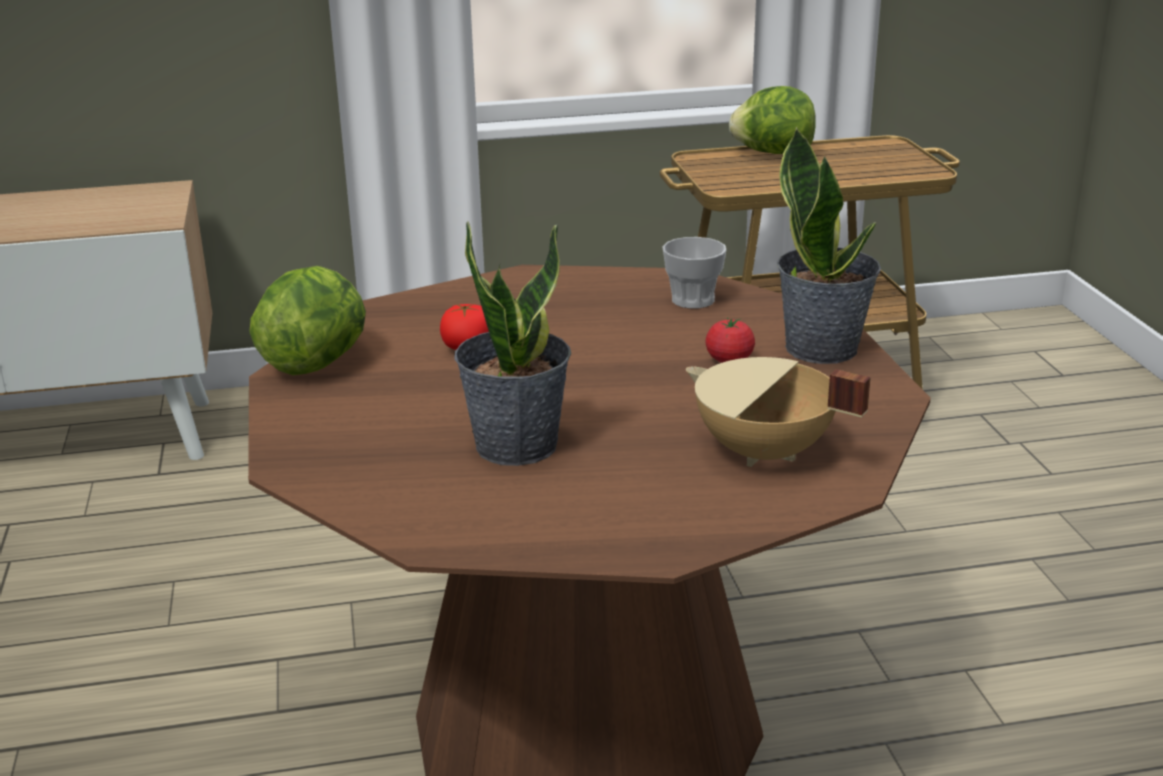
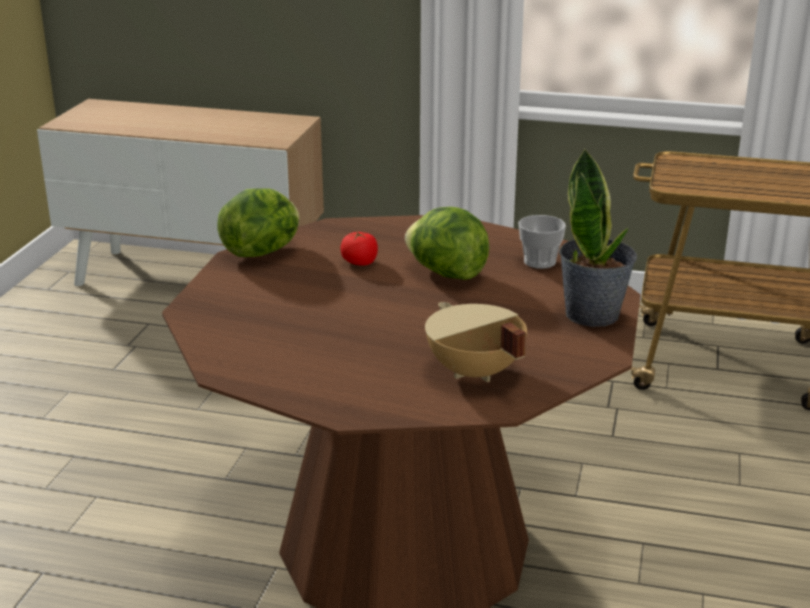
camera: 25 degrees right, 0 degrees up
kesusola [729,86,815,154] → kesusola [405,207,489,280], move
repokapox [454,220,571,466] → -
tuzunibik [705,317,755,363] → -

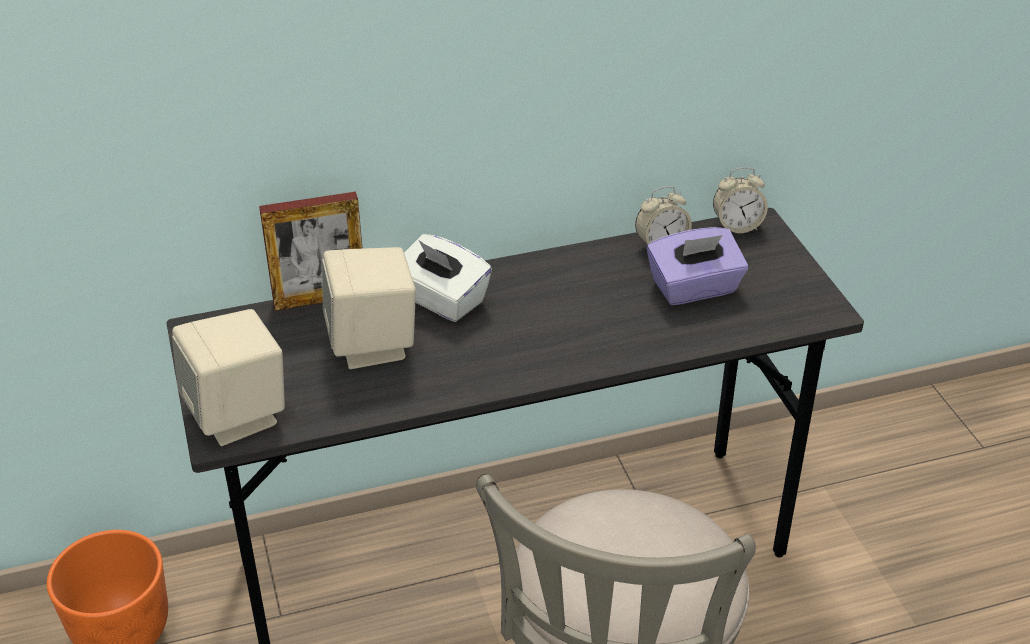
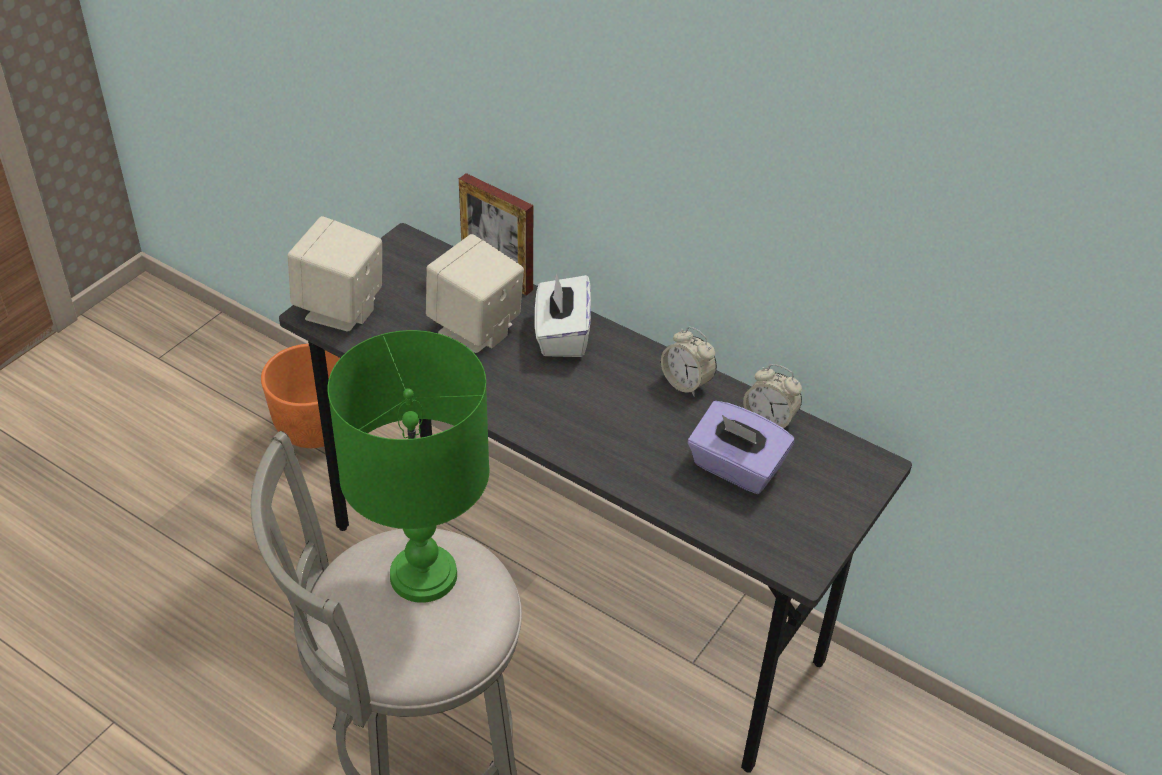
camera: 50 degrees right, 5 degrees up
- → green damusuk [328,330,490,603]
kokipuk [713,167,768,233] → kokipuk [661,327,717,397], move

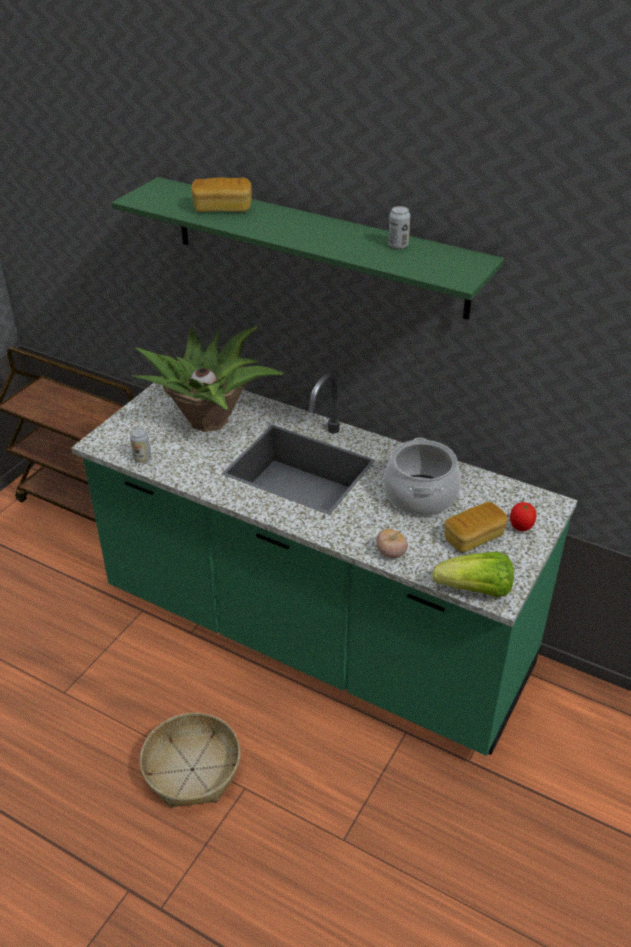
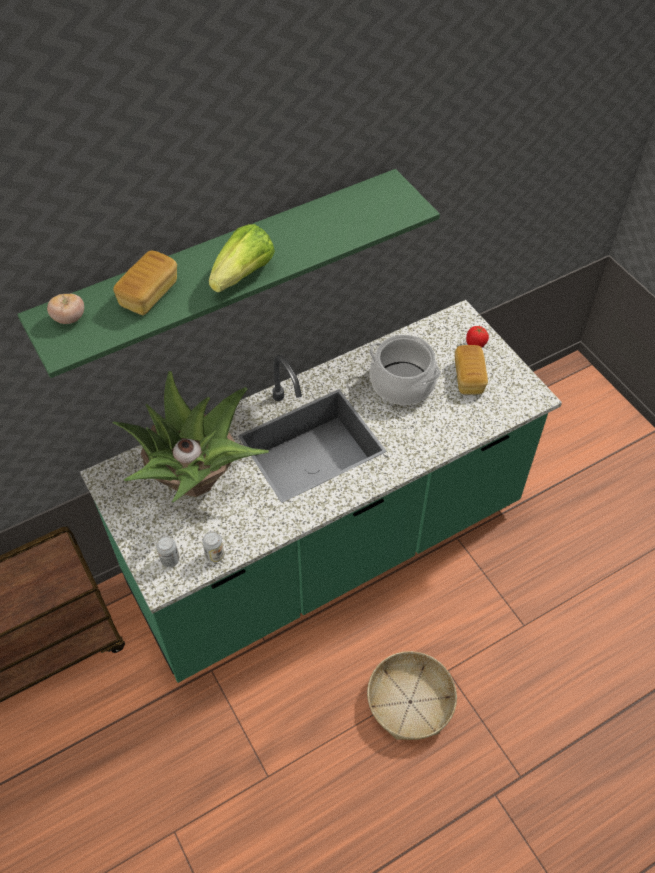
camera: 60 degrees left, 15 degrees up
tuzunibik [376,529,408,558] → tuzunibik [47,294,84,324], move
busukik [388,206,411,249] → busukik [156,536,179,568], move
kesusola [432,552,514,597] → kesusola [209,224,275,292], move

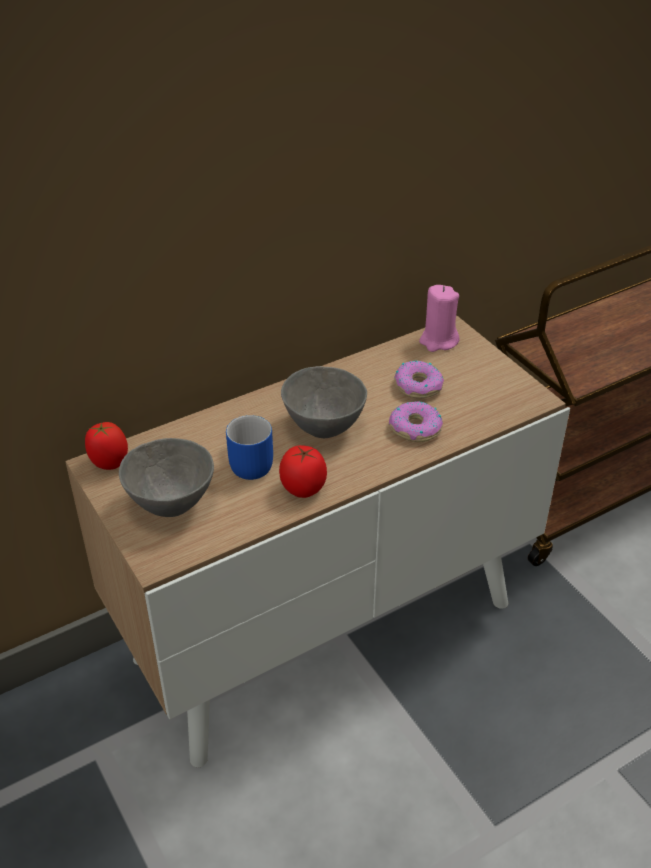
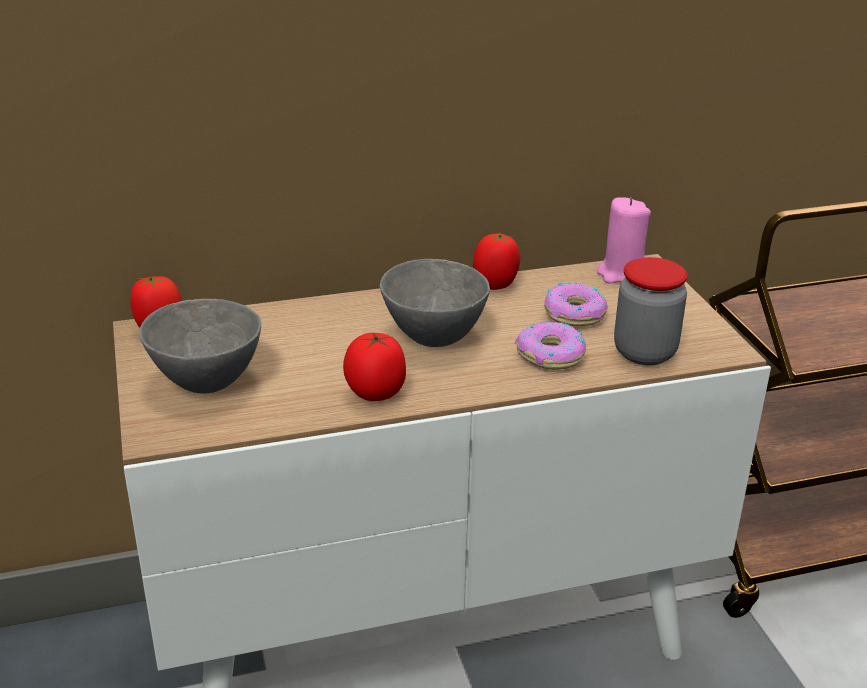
camera: 15 degrees right, 10 degrees down
- → tuzunibik [473,233,520,290]
- → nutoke [614,257,687,365]
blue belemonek [226,415,273,480] → -

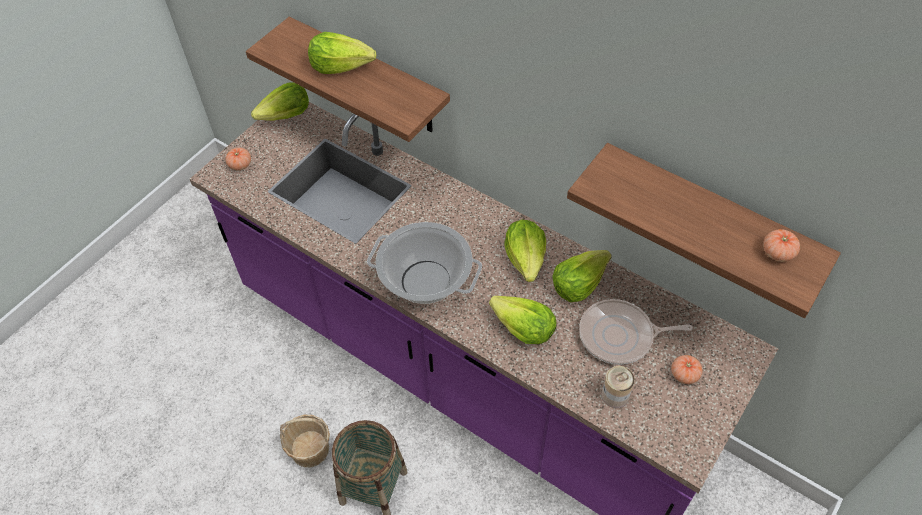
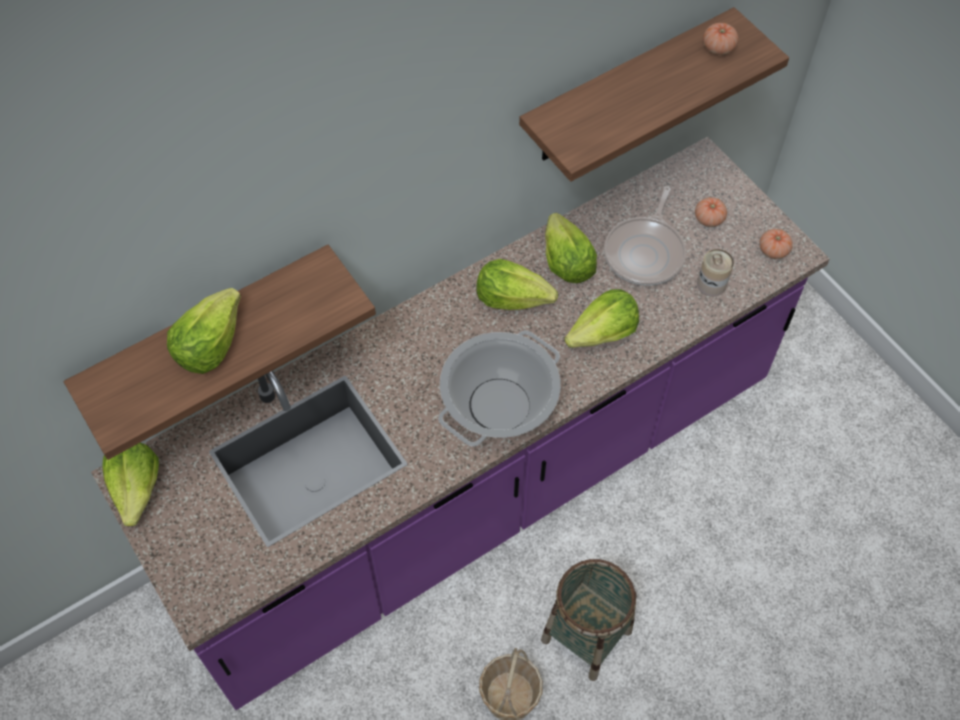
camera: 70 degrees left, 5 degrees up
tuzunibik [226,147,251,171] → tuzunibik [760,229,793,259], move

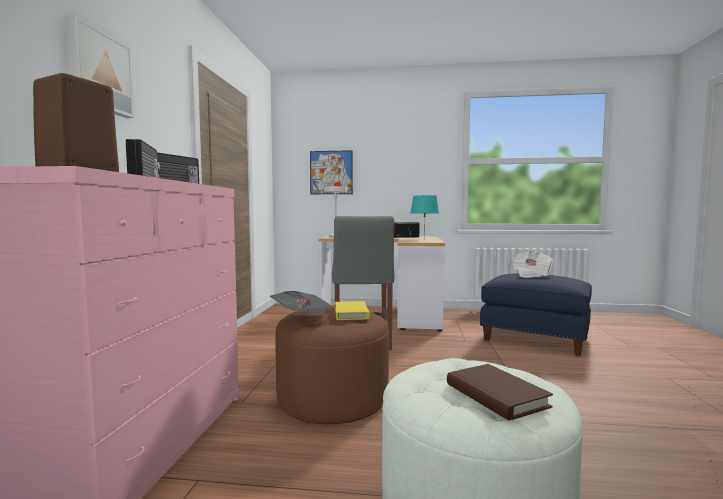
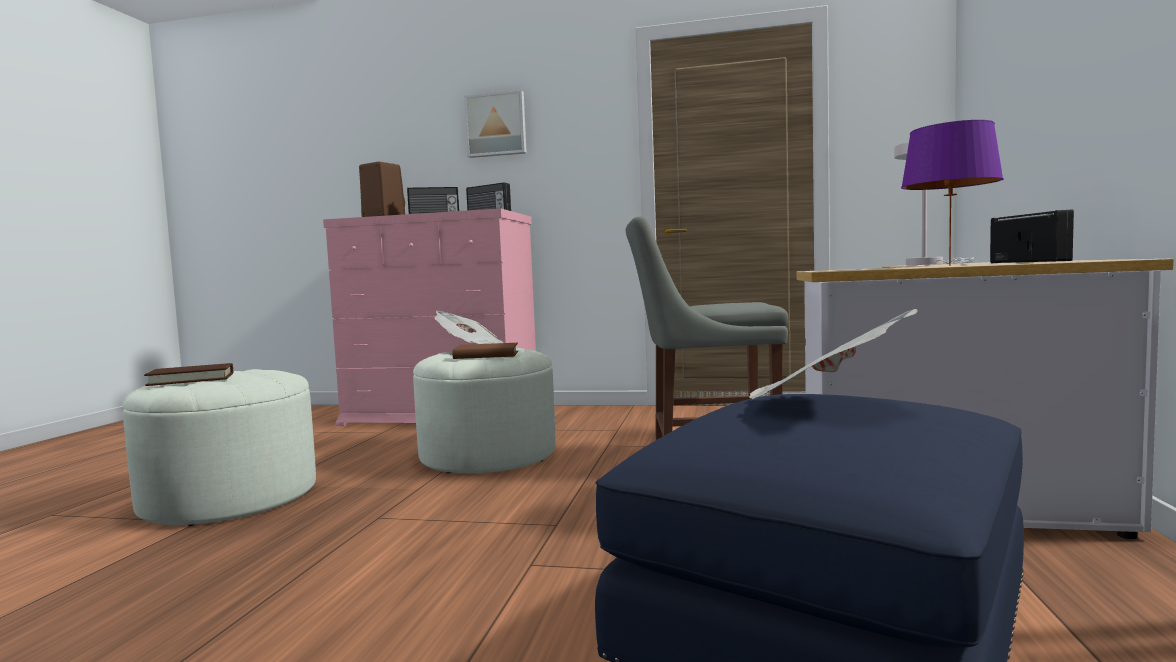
camera: 95 degrees right, 0 degrees up
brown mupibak [275,307,389,424] → white mupibak [413,348,556,473]
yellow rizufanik [335,301,370,320] → brown rizufanik [452,343,518,359]
turquoise damusuk [411,195,439,239] → purple damusuk [901,120,1004,266]
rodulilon [310,150,353,194] → -

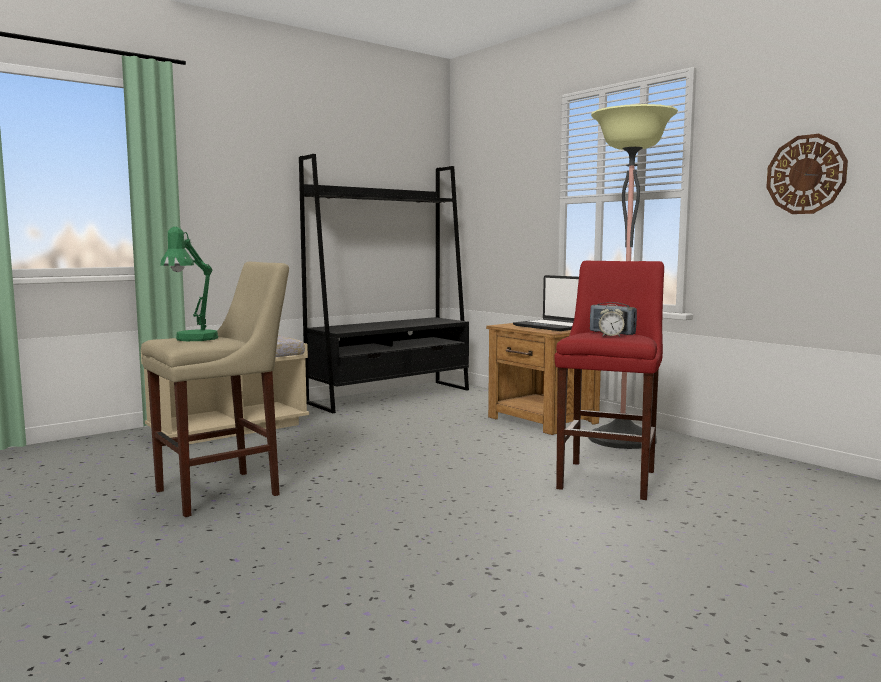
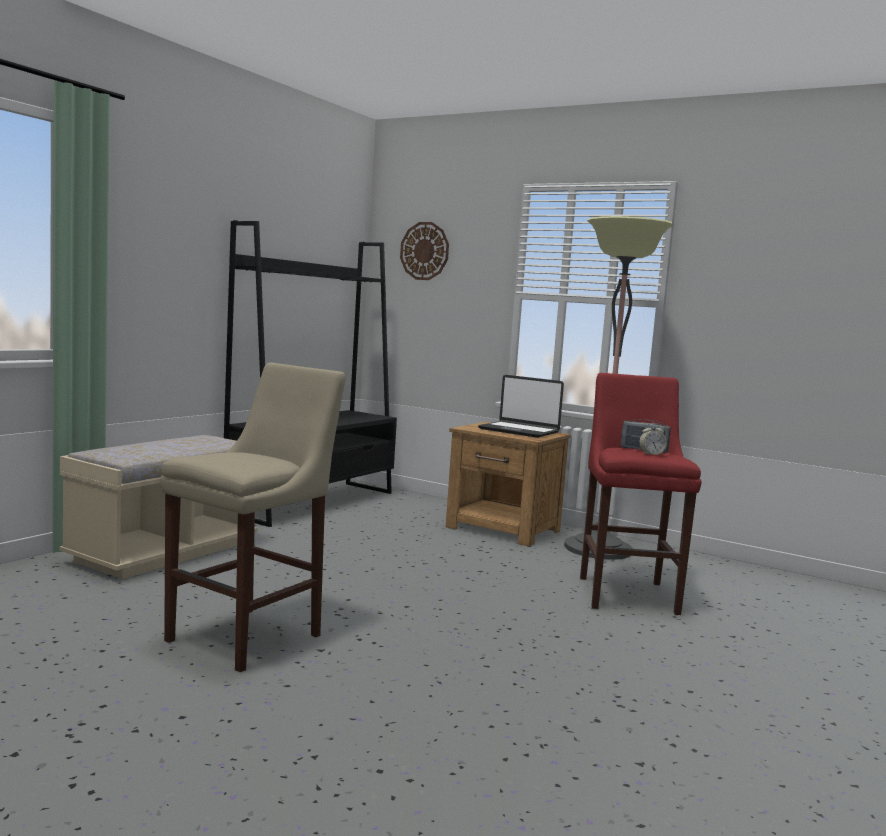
camera: 20 degrees left, 0 degrees up
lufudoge [766,134,848,214] → lufudoge [400,222,449,280], move
green damusuk [160,227,218,341] → -

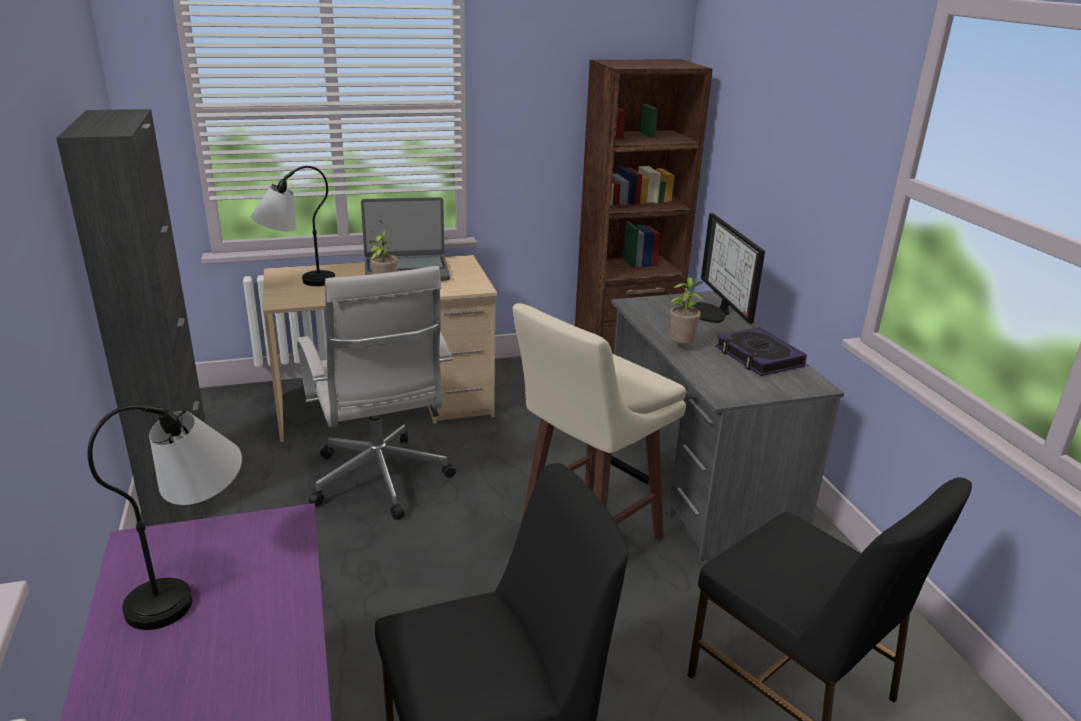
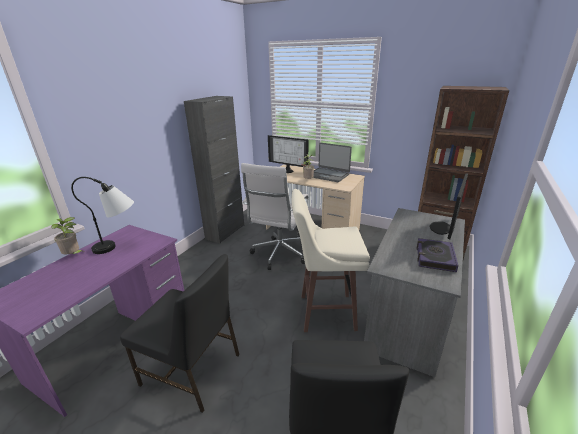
camera: 45 degrees right, 0 degrees up
repokapox [669,277,703,343] → repokapox [51,217,82,254], move
damusuk [251,166,335,286] → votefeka [268,135,308,173]

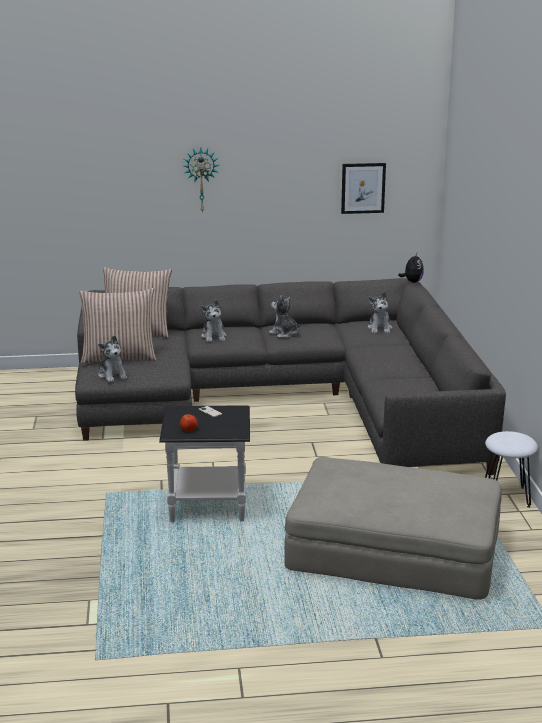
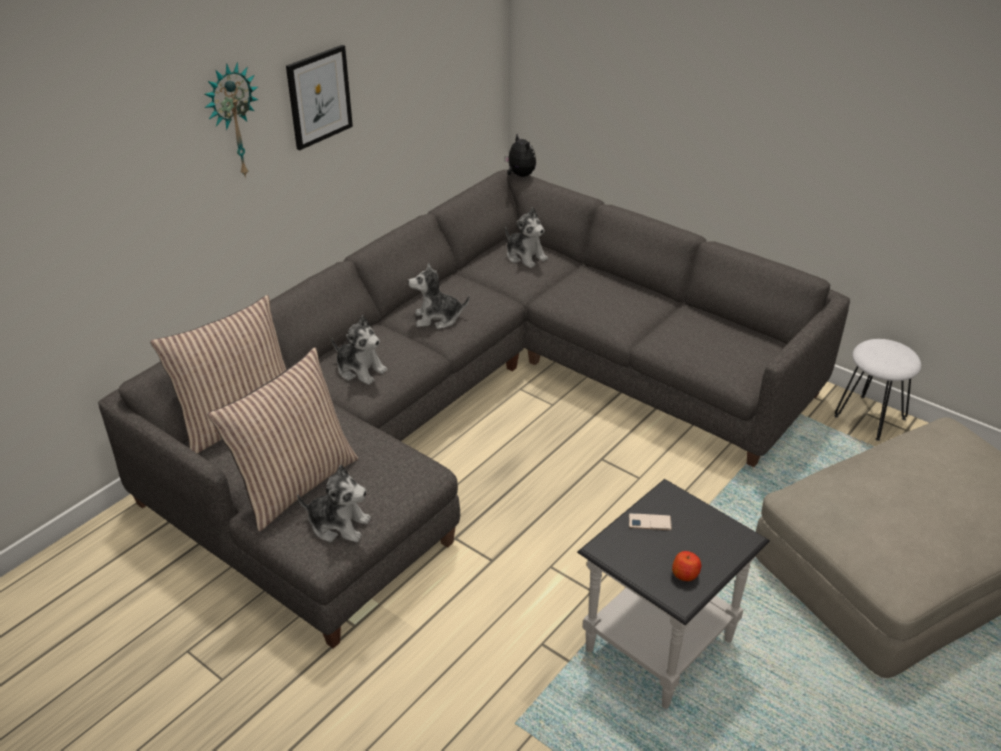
camera: 45 degrees left, 15 degrees up
rodulilon [341,163,386,214] → rodulilon [286,45,353,150], move

